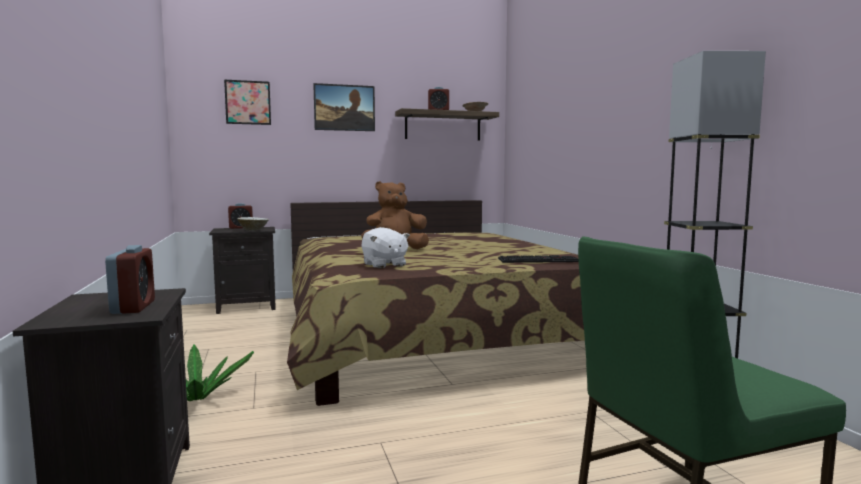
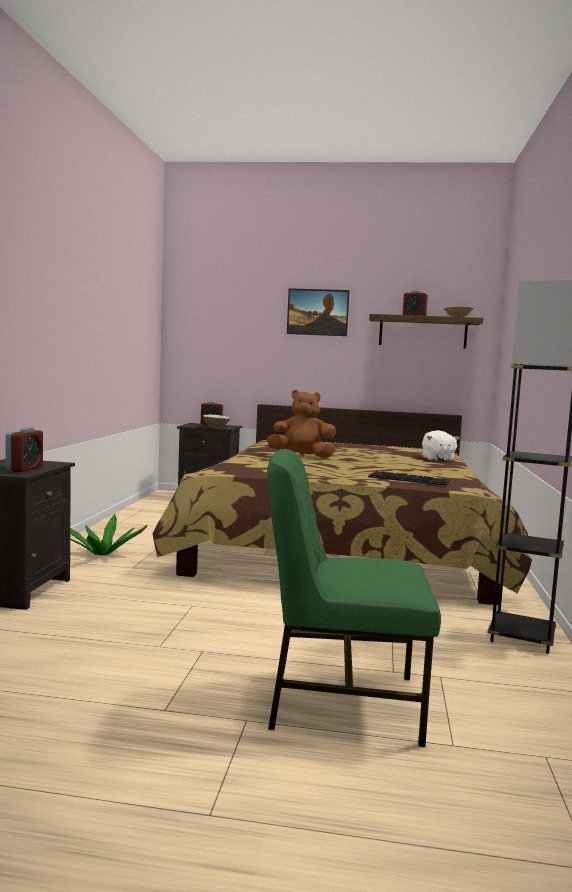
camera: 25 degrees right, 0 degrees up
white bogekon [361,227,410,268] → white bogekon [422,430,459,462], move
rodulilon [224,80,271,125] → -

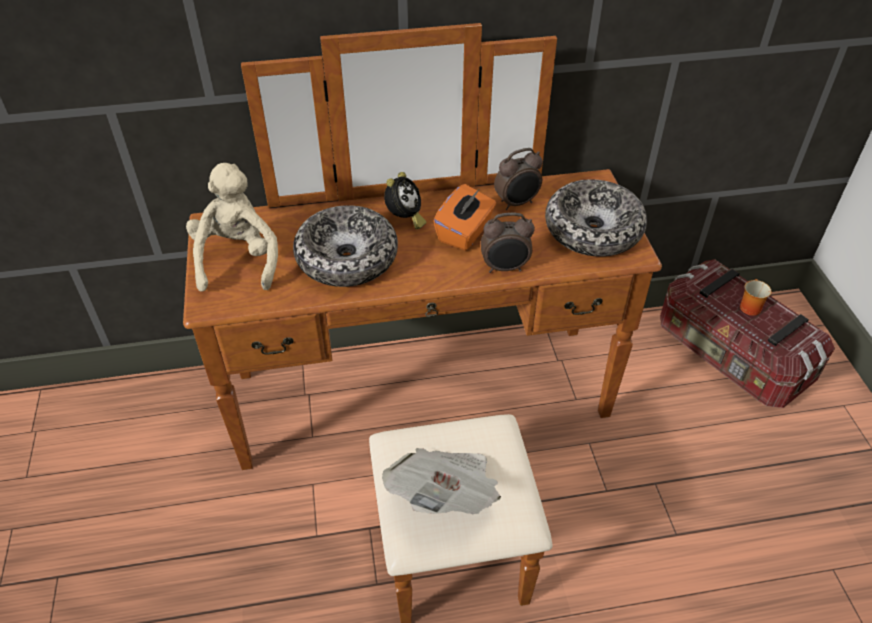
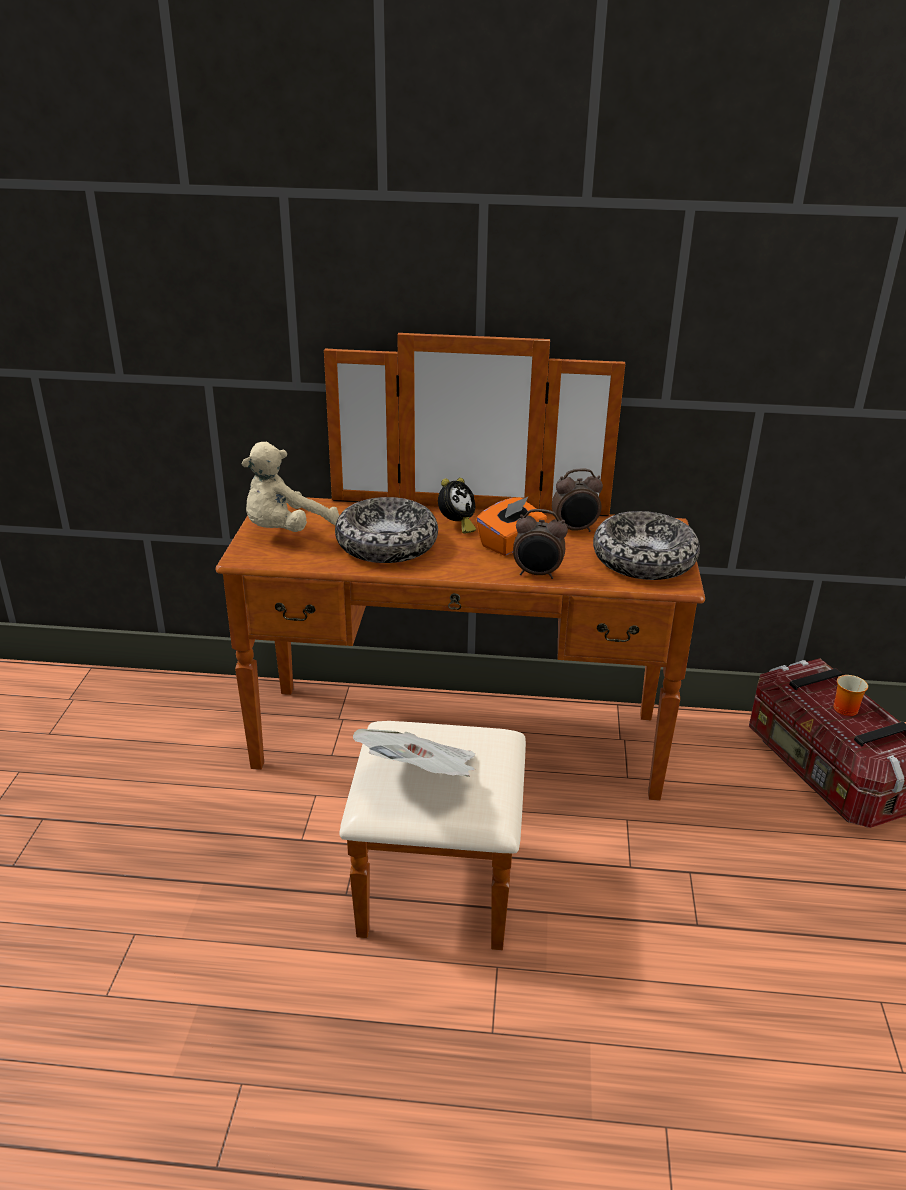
camera: 15 degrees right, 15 degrees down
beige bogekon [186,163,278,292] → beige bogekon [242,442,339,532], 150 degrees counterclockwise

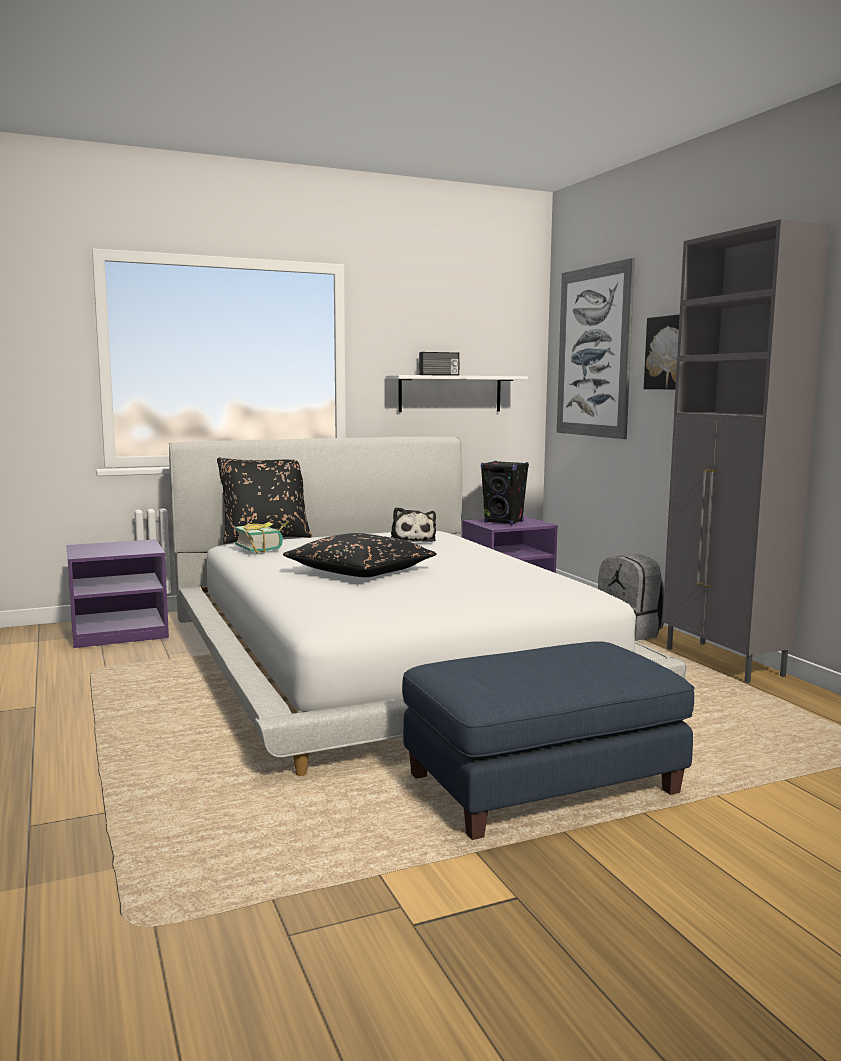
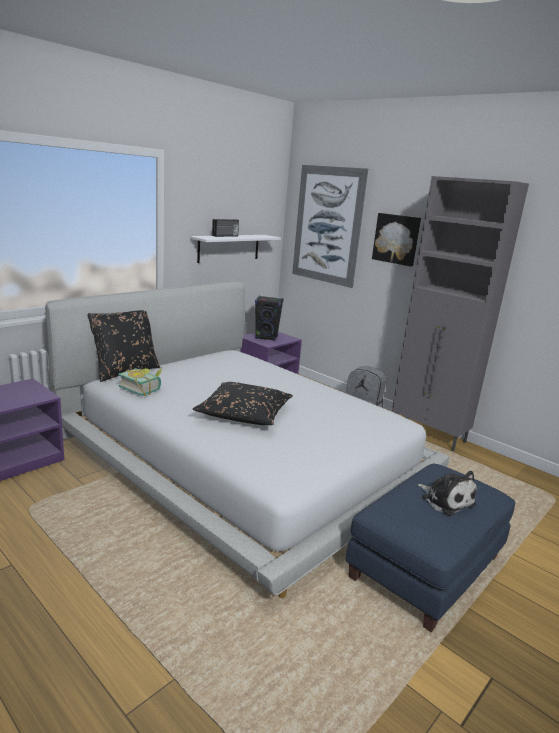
camera: 25 degrees left, 10 degrees up
bogekon [391,507,436,542] → bogekon [417,471,477,516], move

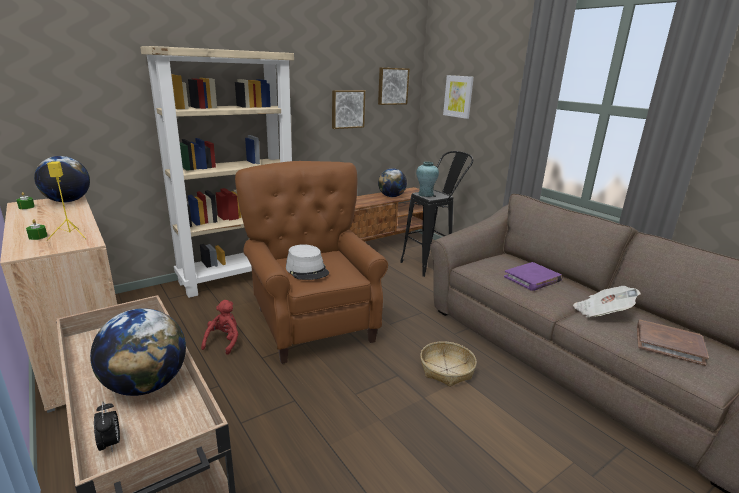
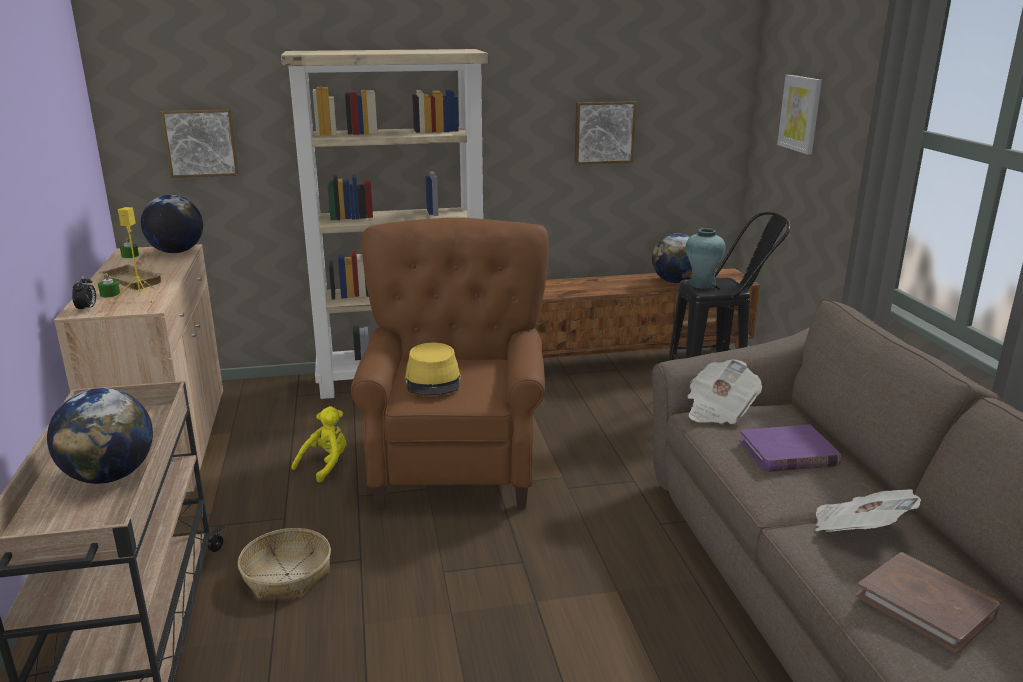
camera: 25 degrees right, 0 degrees up
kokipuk [94,402,120,453] → kokipuk [72,275,96,312], move
- → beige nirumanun [98,264,163,290]
rodulilon [378,68,410,105] → rodulilon [161,109,239,178], move
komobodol [420,341,477,387] → komobodol [238,528,331,599], move
red bogekon [201,300,238,355] → yellow bogekon [291,406,346,483]
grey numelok [286,244,329,280] → yellow numelok [405,343,461,395]
- → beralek [687,359,762,424]

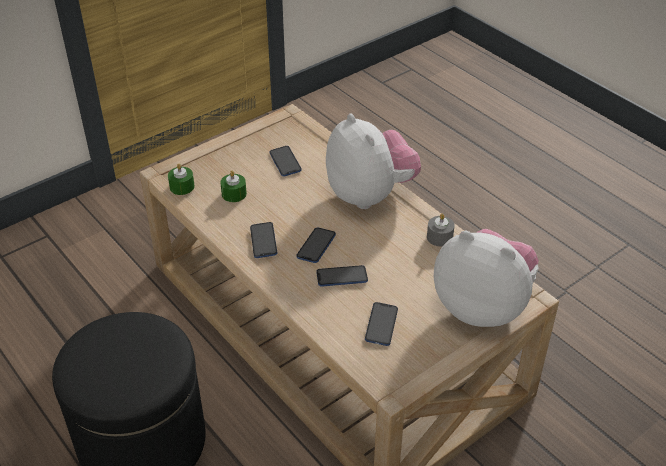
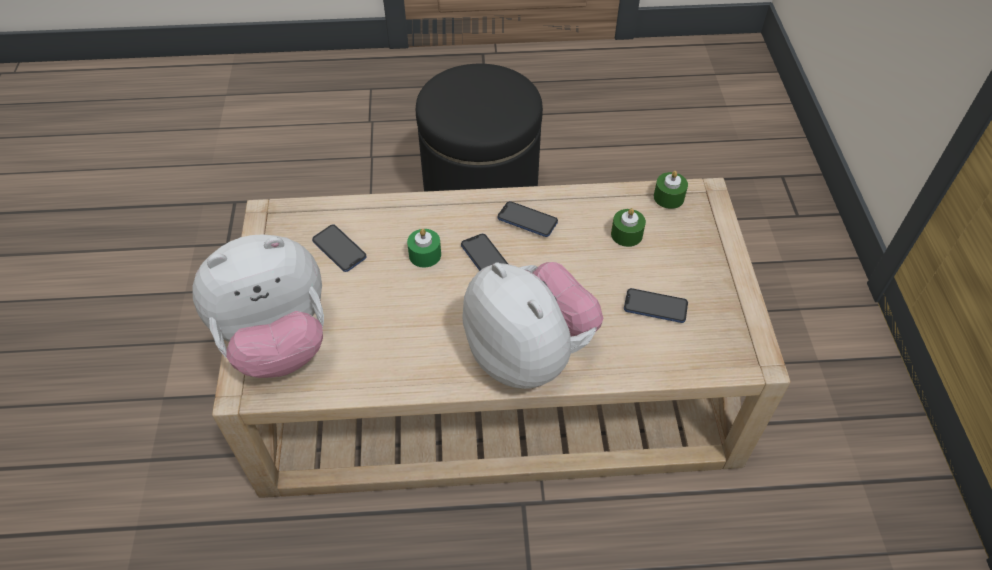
camera: 125 degrees right, 10 degrees up
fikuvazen [316,265,368,287] → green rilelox [407,229,441,267]
bogekon [326,114,421,209] → bogekon [462,262,603,389], 135 degrees counterclockwise
grey rilelox [427,213,455,246] → -

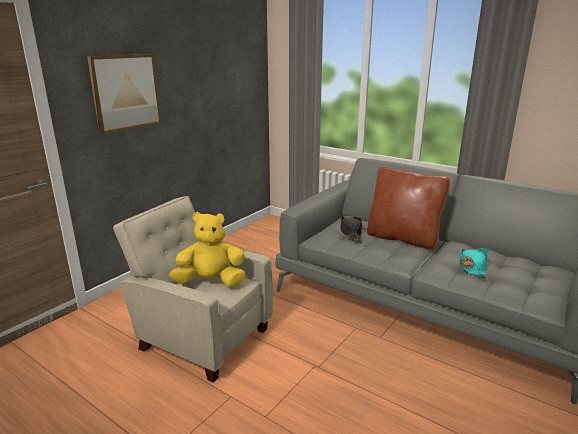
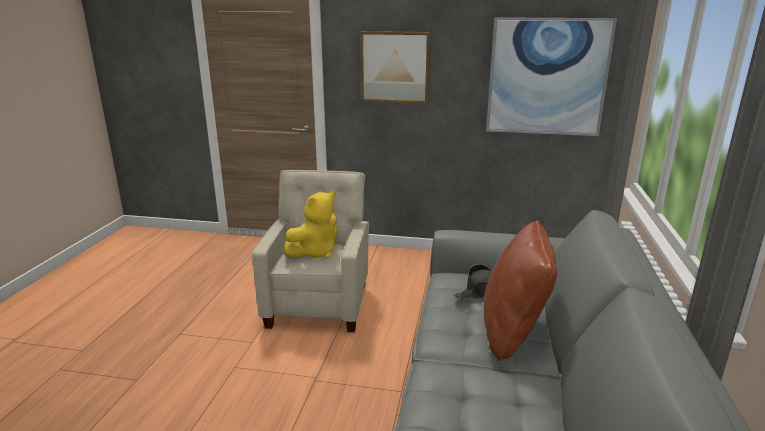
camera: 65 degrees right, 0 degrees up
yellow bogekon [169,212,246,287] → yellow bogekon [284,191,338,258], 75 degrees clockwise
- → rodulilon [486,17,617,136]
turquoise numelok [460,248,488,277] → -

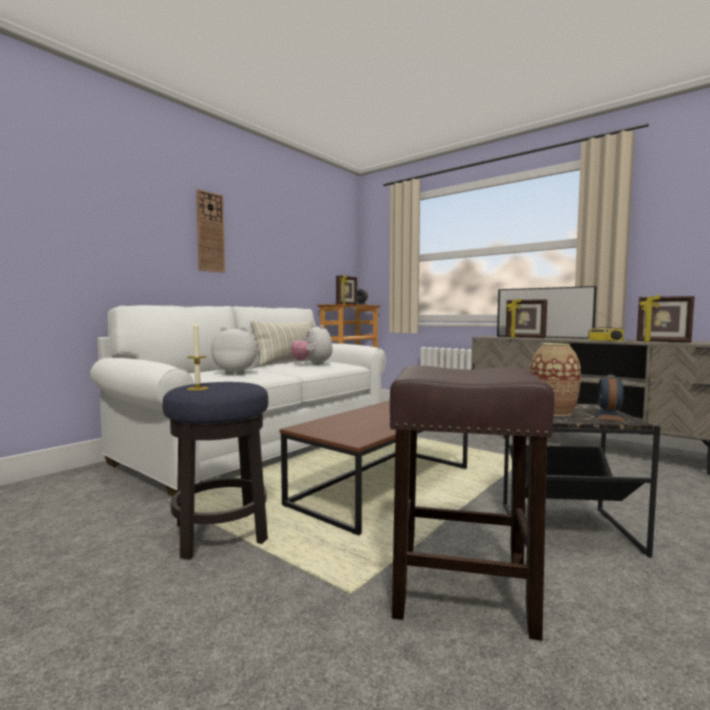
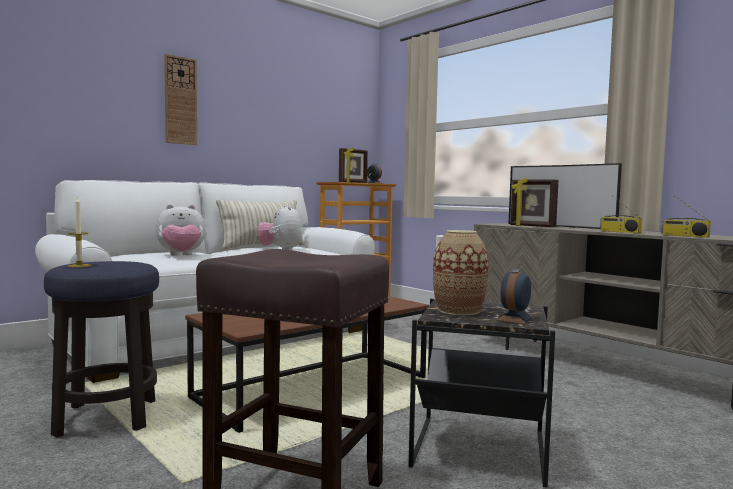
camera: 10 degrees right, 0 degrees up
bogekon [211,327,257,375] → bogekon [156,204,206,255], 150 degrees clockwise
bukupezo [637,295,695,342] → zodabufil [661,196,711,238]

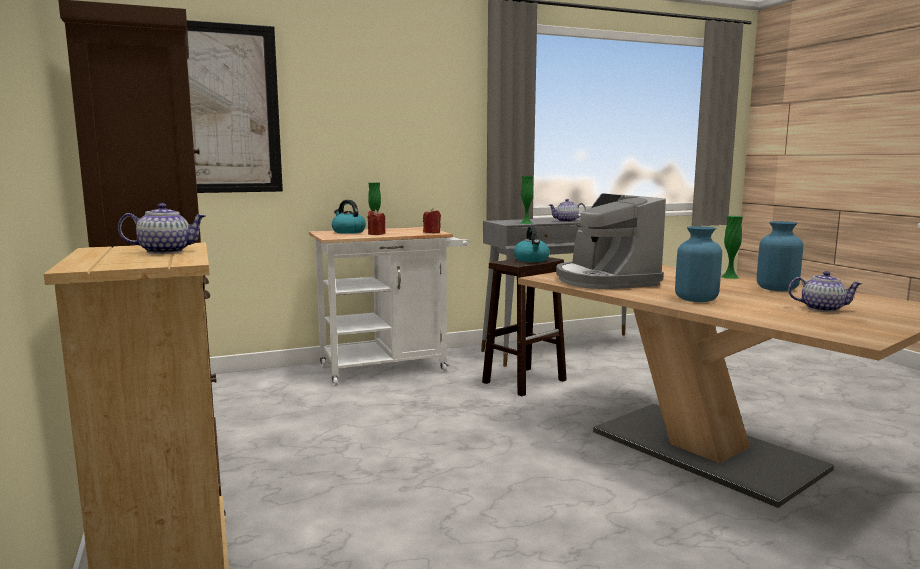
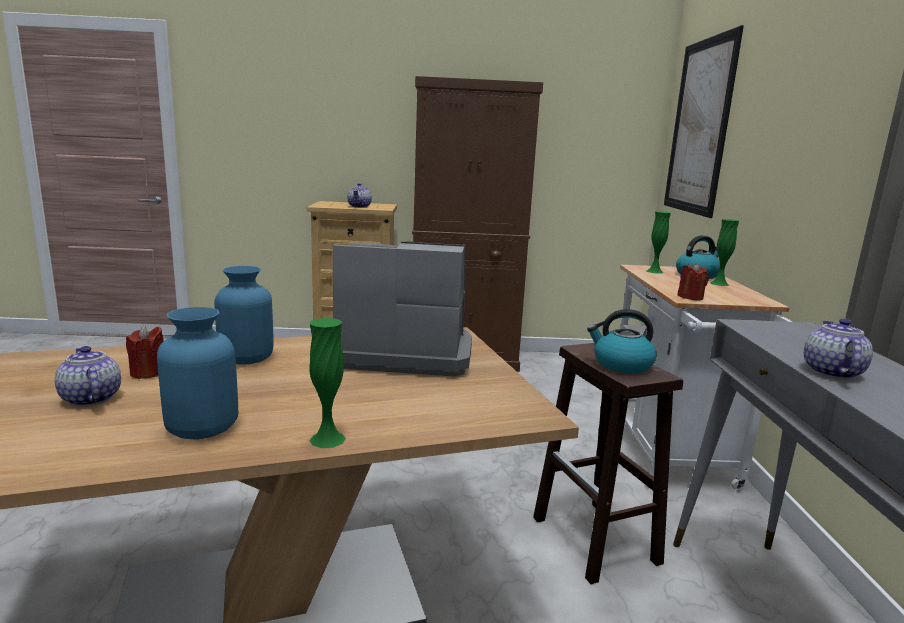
camera: 110 degrees right, 5 degrees up
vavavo [788,271,863,312] → vavavo [55,346,121,407], 105 degrees clockwise
red rilelox [368,209,386,235] → red rilelox [126,325,164,379], move
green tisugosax [520,176,533,224] → green tisugosax [647,211,671,274], move

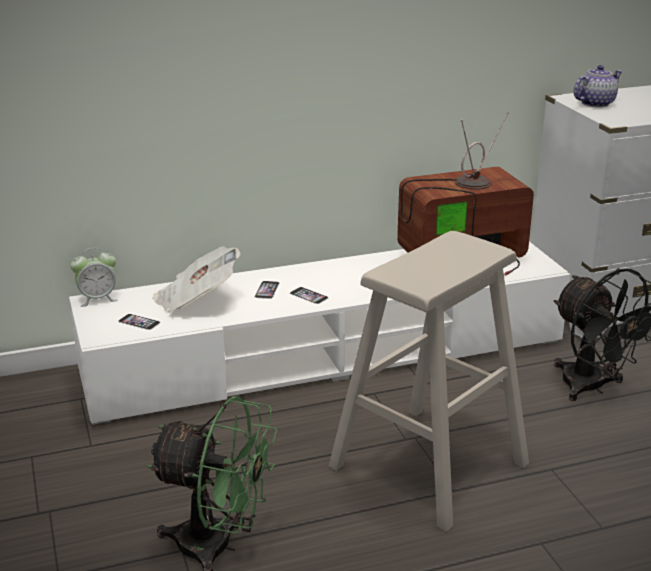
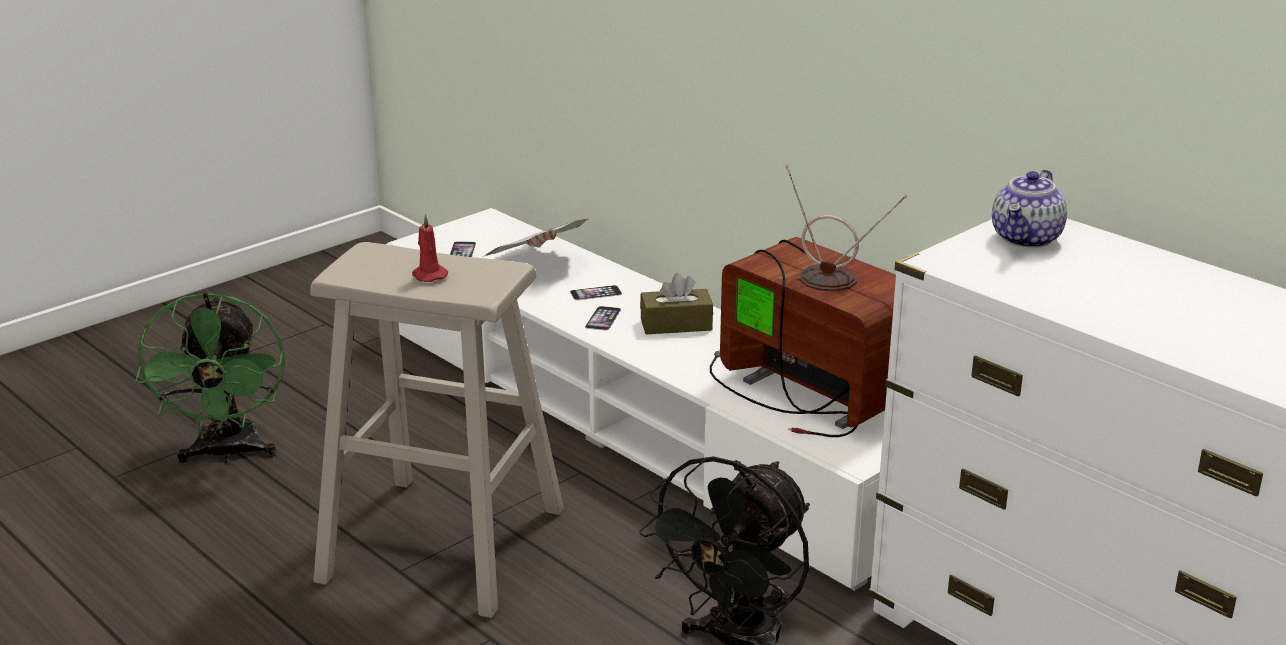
camera: 65 degrees right, 0 degrees up
- → red rilelox [412,214,448,282]
- → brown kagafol [640,273,713,334]
vavavo [574,65,623,107] → vavavo [992,170,1067,248], 90 degrees clockwise
kokipuk [70,248,118,307] → -

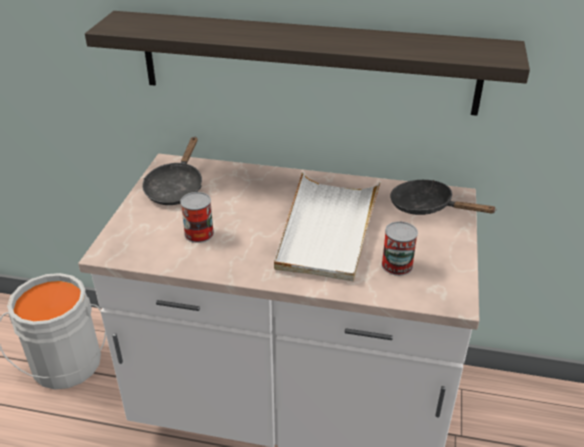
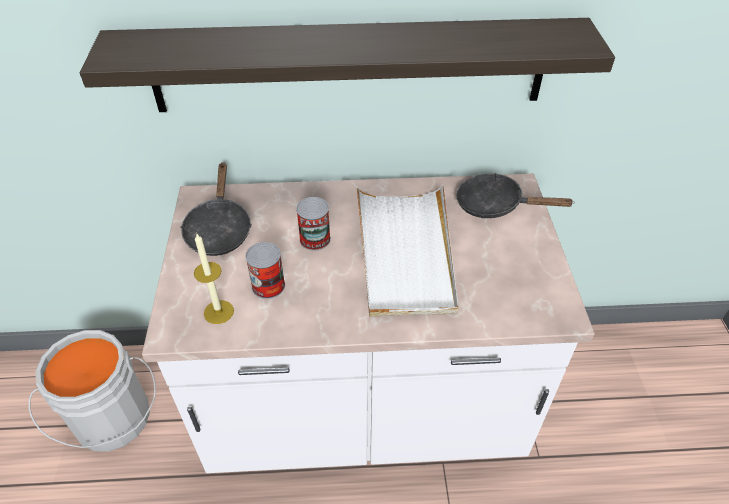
camera: 15 degrees left, 10 degrees up
- → rilelox [194,234,234,324]
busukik [382,221,418,276] → busukik [296,197,331,251], move

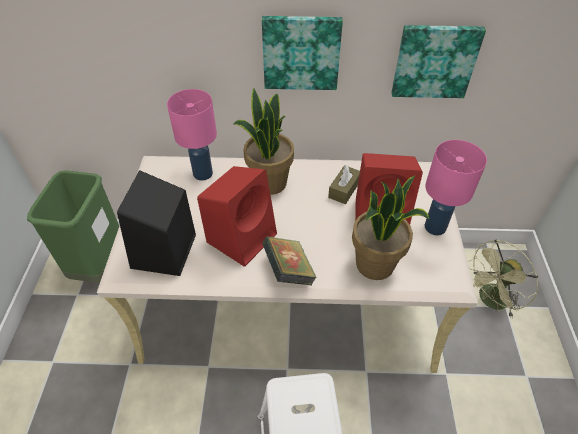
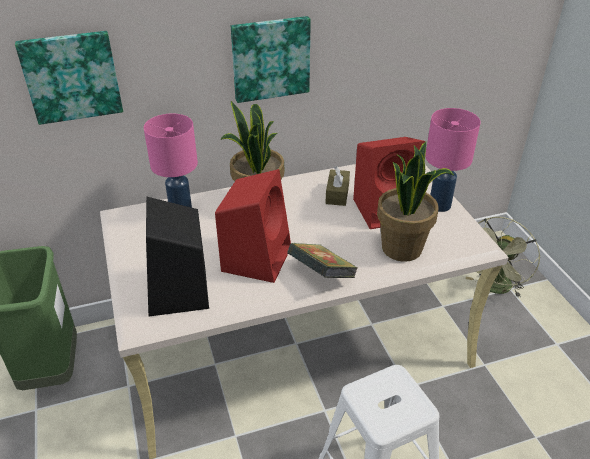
camera: 20 degrees left, 10 degrees down
rodulilon [391,25,486,98] → rodulilon [15,31,123,125], move

